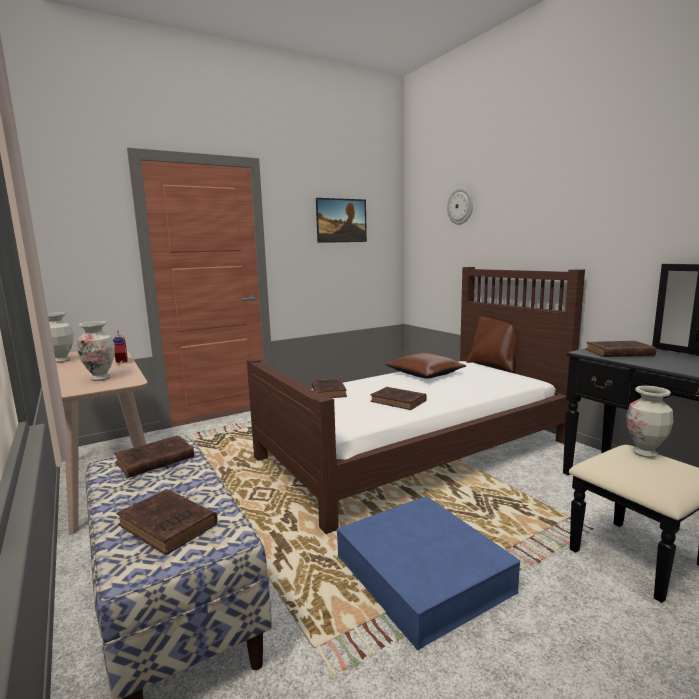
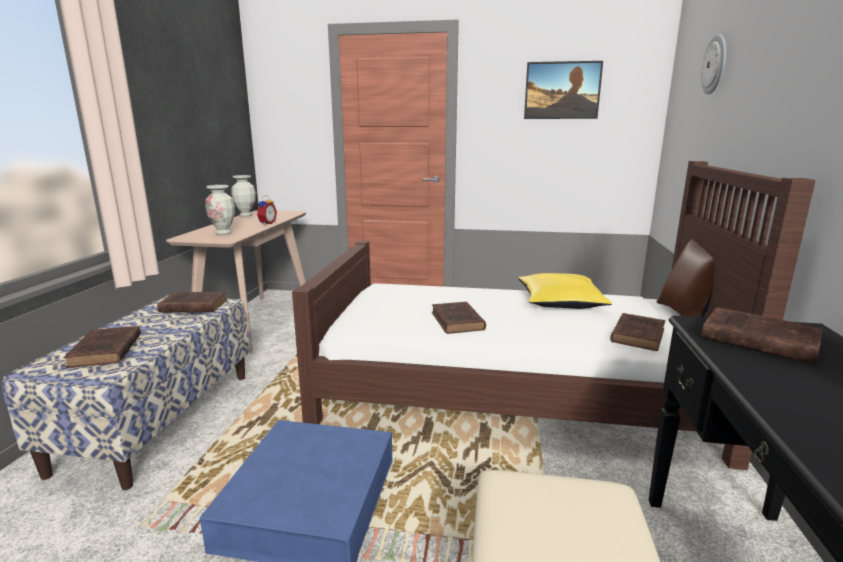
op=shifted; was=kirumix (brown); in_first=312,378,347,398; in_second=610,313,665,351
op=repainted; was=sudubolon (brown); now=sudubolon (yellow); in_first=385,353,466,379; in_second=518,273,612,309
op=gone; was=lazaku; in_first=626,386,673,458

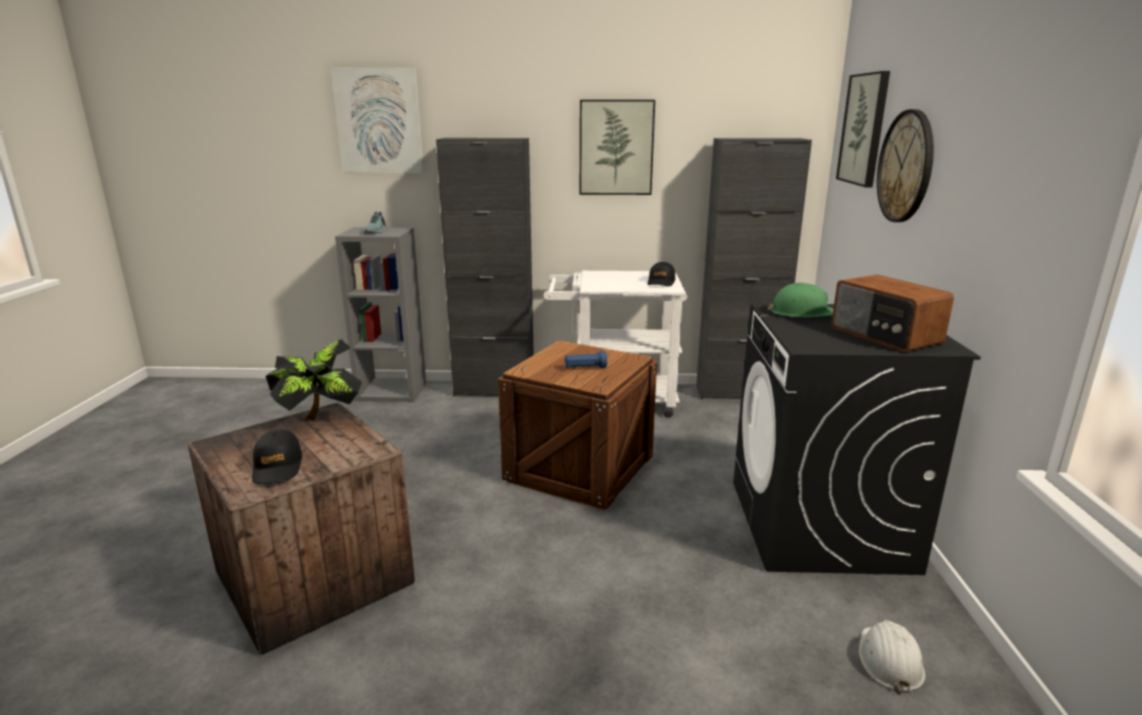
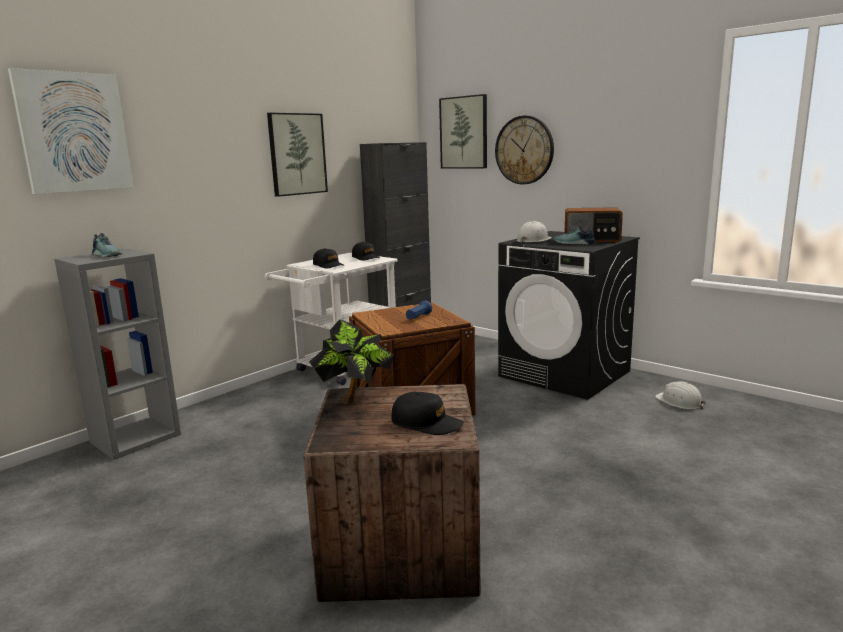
op=gone; was=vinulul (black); in_first=436,138,534,396
op=repainted; was=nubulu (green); now=nubulu (white); in_first=768,283,833,317; in_second=516,221,552,244
op=new; now=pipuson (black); in_second=313,248,344,268
op=new; now=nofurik; in_second=554,226,595,245

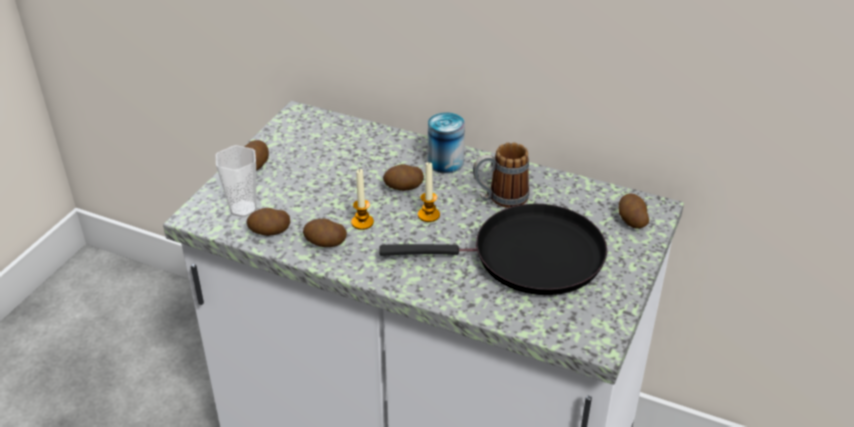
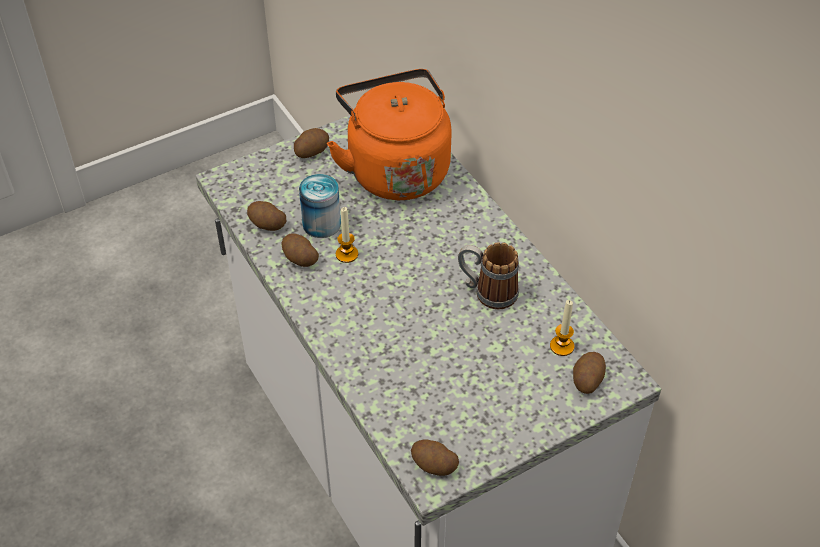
op=gone; was=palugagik; in_first=216,145,257,218
op=gone; was=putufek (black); in_first=379,204,607,295
op=shifted; was=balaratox; in_first=383,164,424,191; in_second=411,440,459,476
op=shifted; was=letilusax; in_first=418,162,440,222; in_second=550,300,574,356
op=shifted; was=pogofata; in_first=428,112,465,173; in_second=299,174,341,238
op=new; now=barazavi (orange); in_second=327,69,452,200

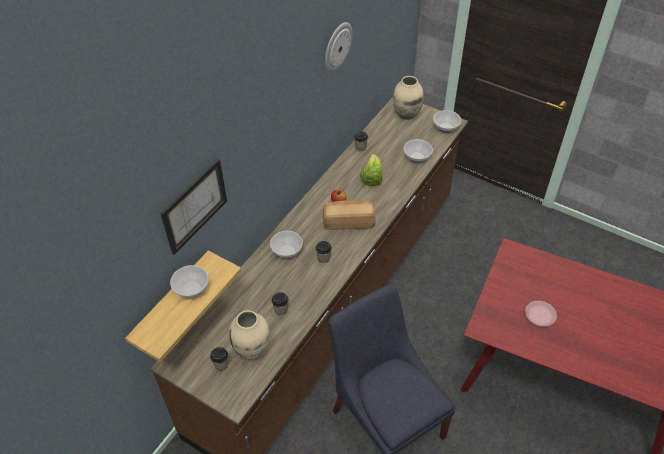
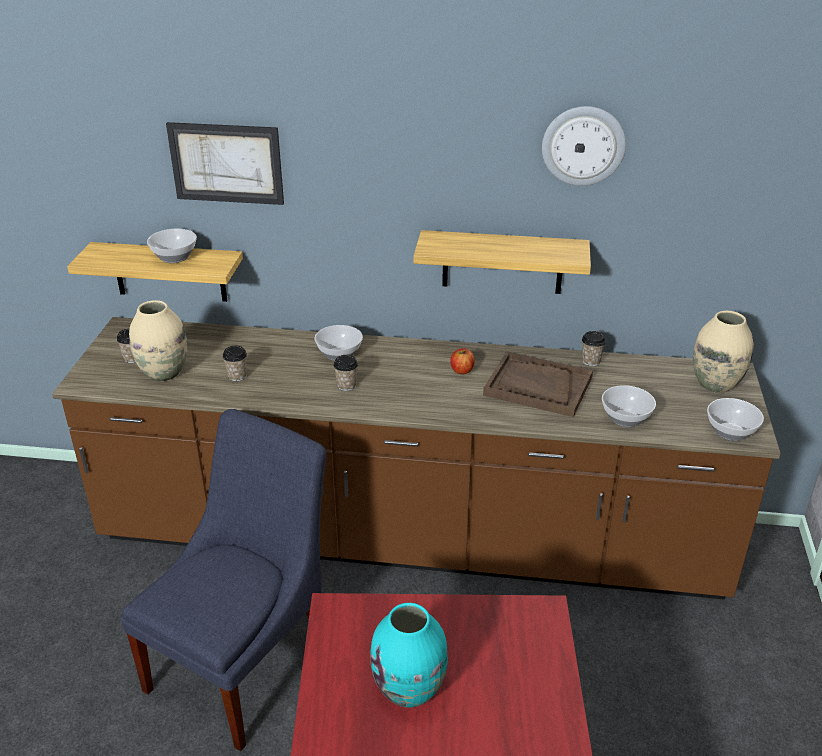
op=gone; was=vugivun; in_first=323,200,376,230
op=swapped; was=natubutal; now=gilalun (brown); in_first=360,154,382,186; in_second=483,351,593,417
op=swapped; was=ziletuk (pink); now=lazaku (turquoise); in_first=525,301,557,327; in_second=370,603,448,708
op=new; now=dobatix; in_second=413,230,591,294

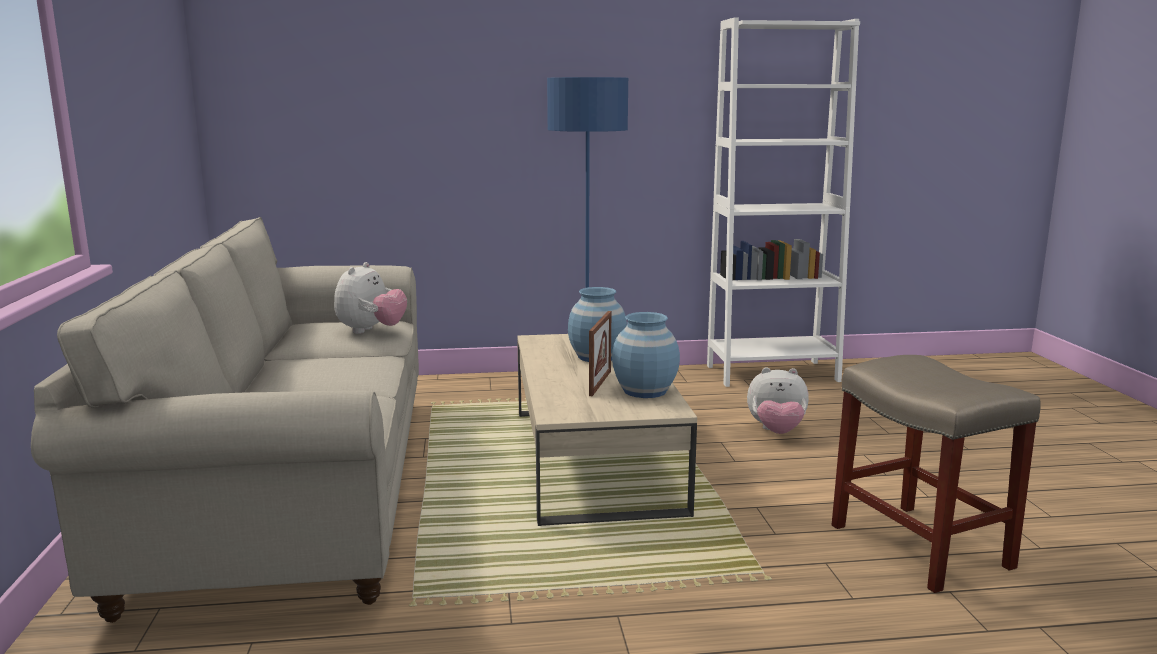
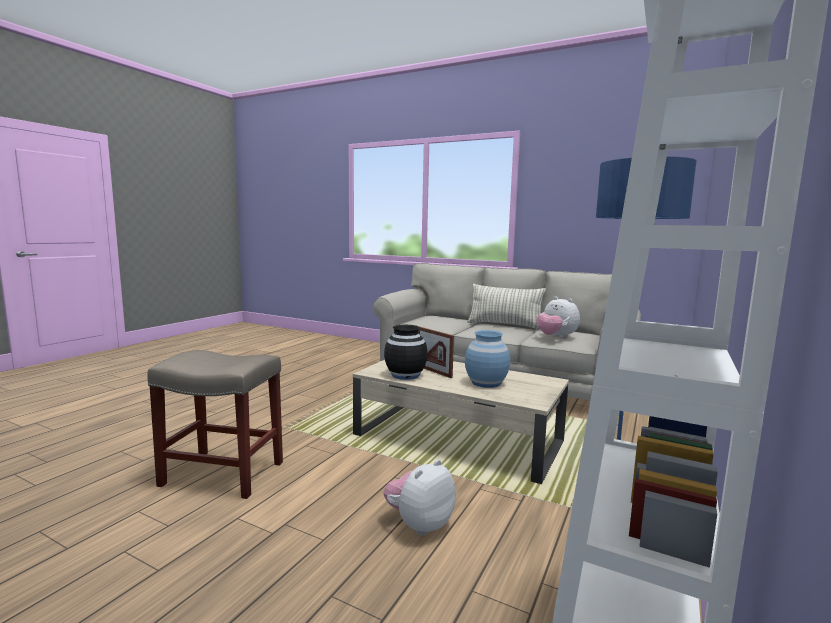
op=repainted; was=lazaku (blue); now=lazaku (black); in_first=612,312,680,398; in_second=384,325,428,380
op=new; now=sudubolon; in_second=468,284,546,330

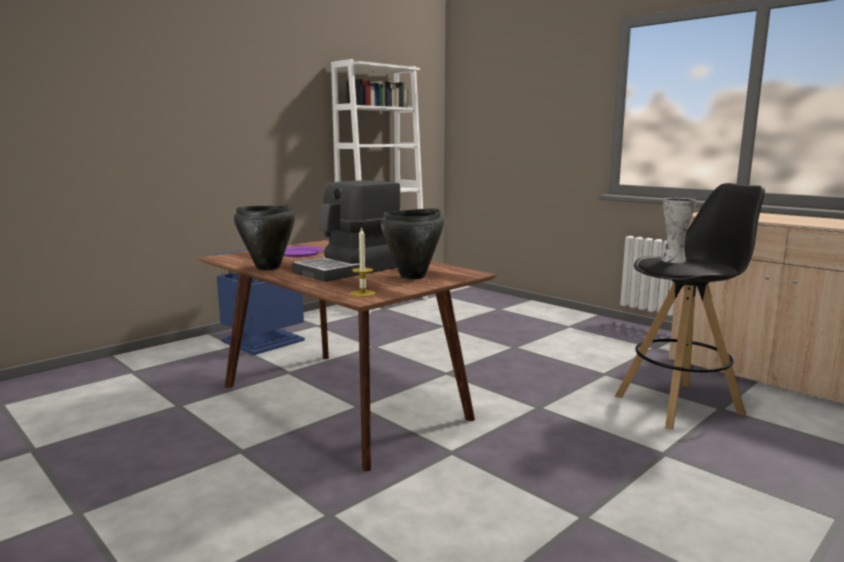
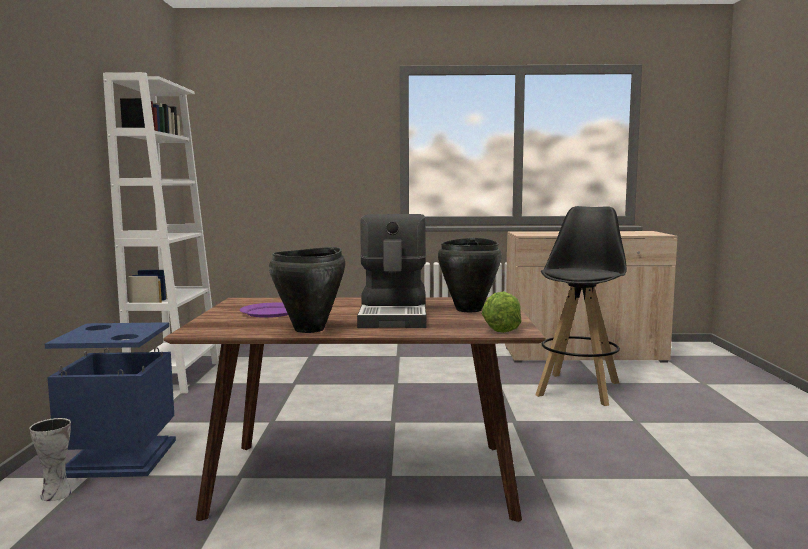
op=swapped; was=letilusax; now=natubutal; in_first=351,227,376,297; in_second=482,291,522,333
op=shifted; was=lazaku; in_first=661,198,696,263; in_second=29,418,72,501

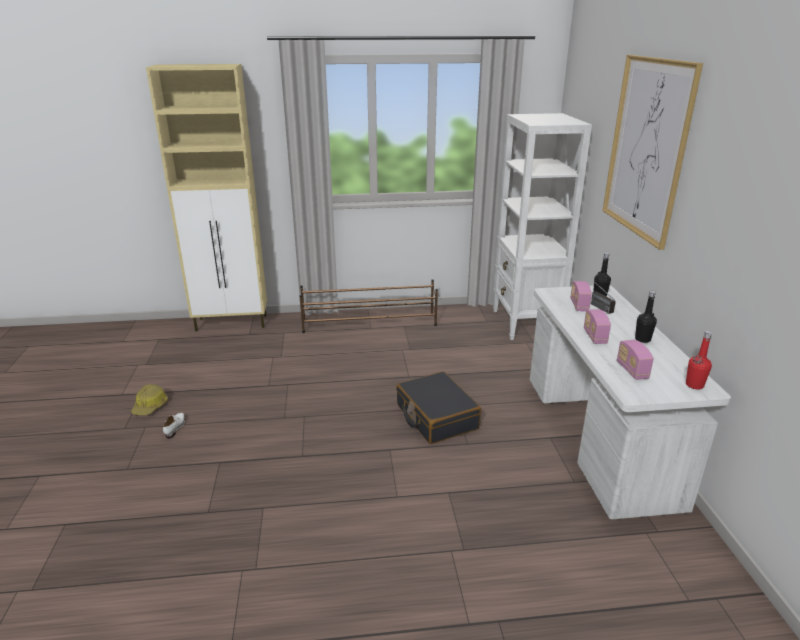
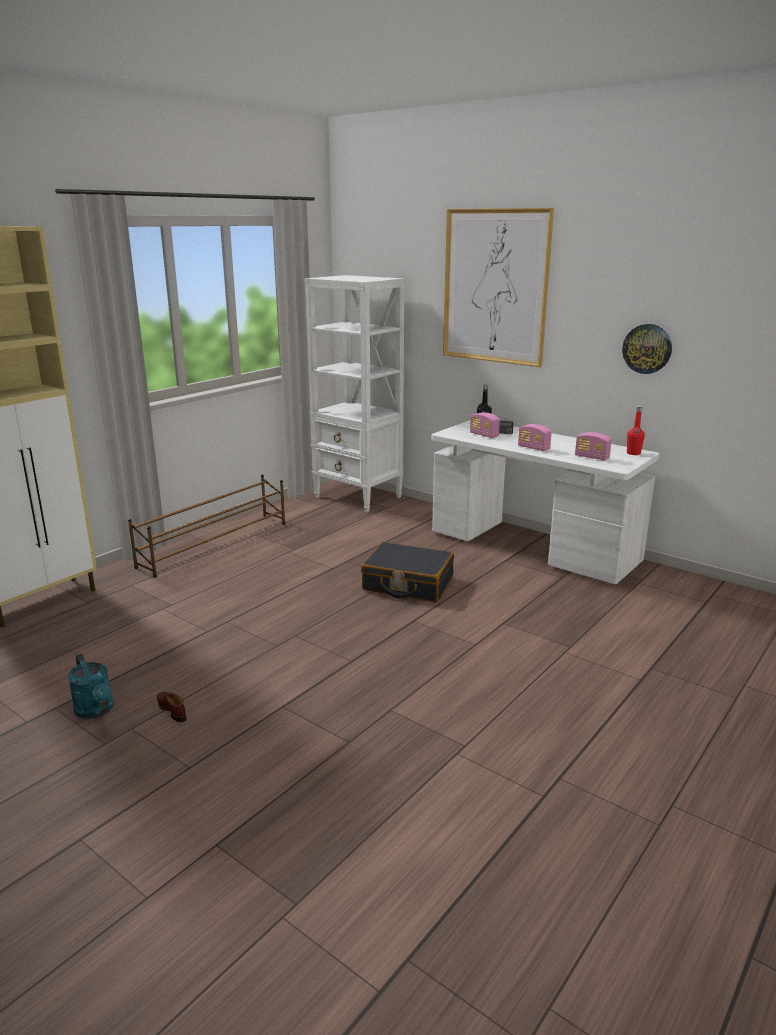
op=swapped; was=nubulu; now=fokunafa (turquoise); in_first=131,384,168,415; in_second=68,653,114,719
op=repainted; was=nofurik (white); now=nofurik (brown); in_first=163,413,185,439; in_second=157,692,187,722
op=gone; was=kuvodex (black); in_first=635,291,657,343
op=new; now=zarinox; in_second=622,324,672,374

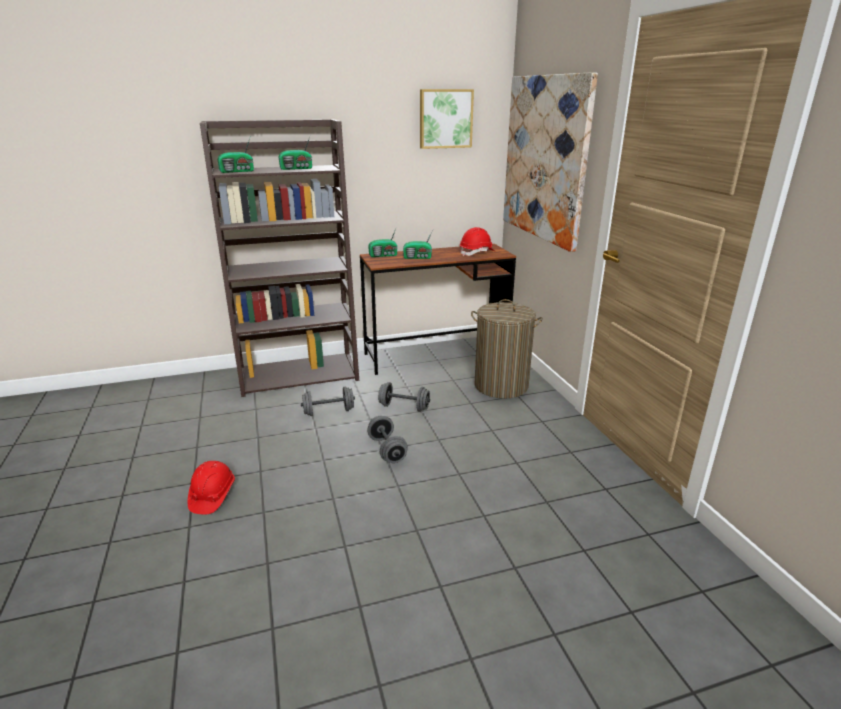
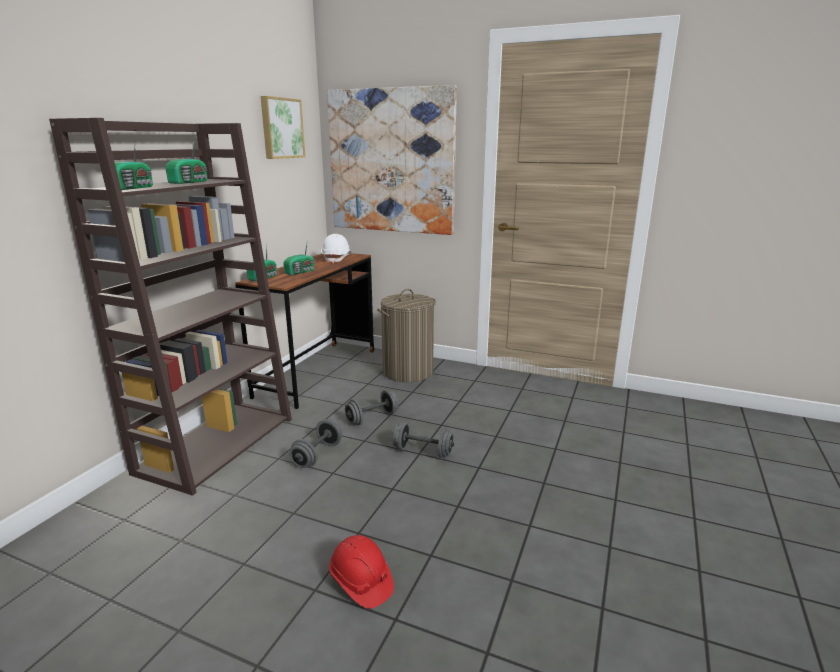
op=repainted; was=nubulu (red); now=nubulu (white); in_first=460,227,495,256; in_second=321,234,351,263

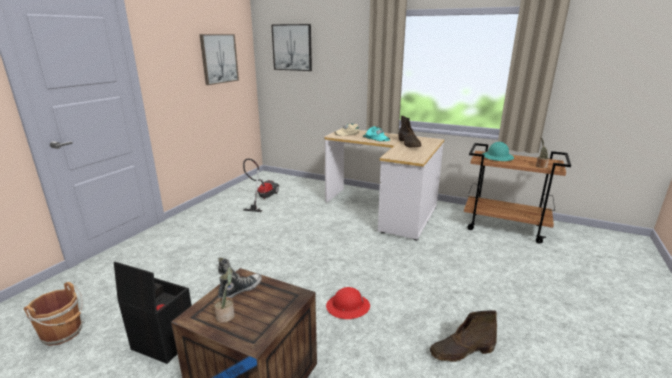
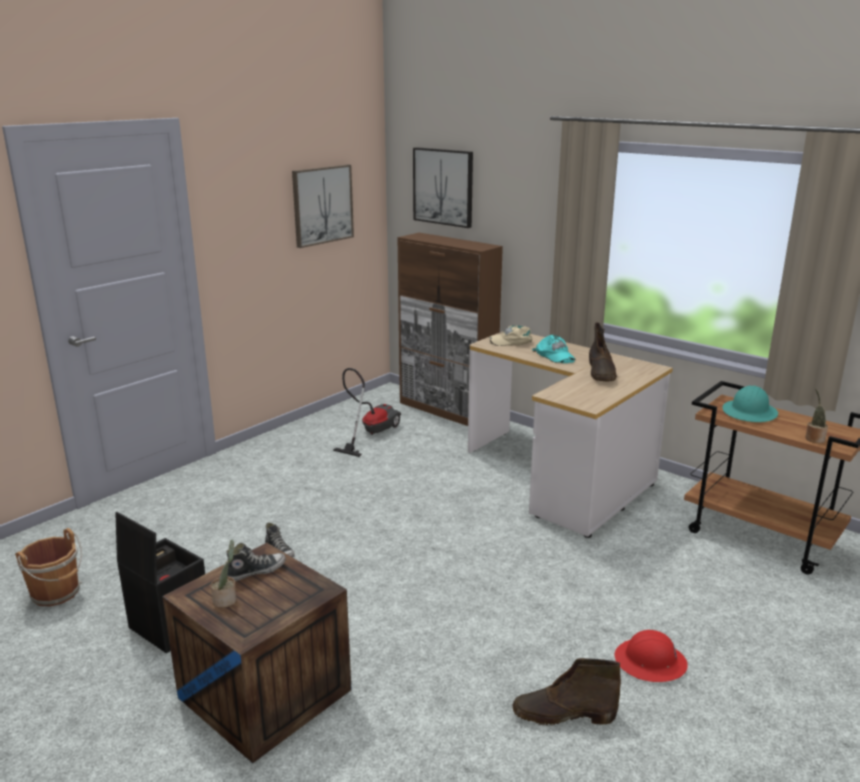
op=shifted; was=nubulu (red); in_first=326,287,370,319; in_second=614,630,688,682
op=new; now=vinulul (brown); in_second=397,233,503,426

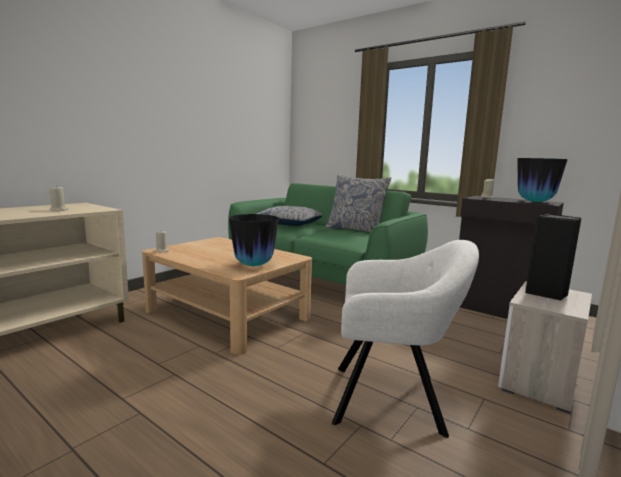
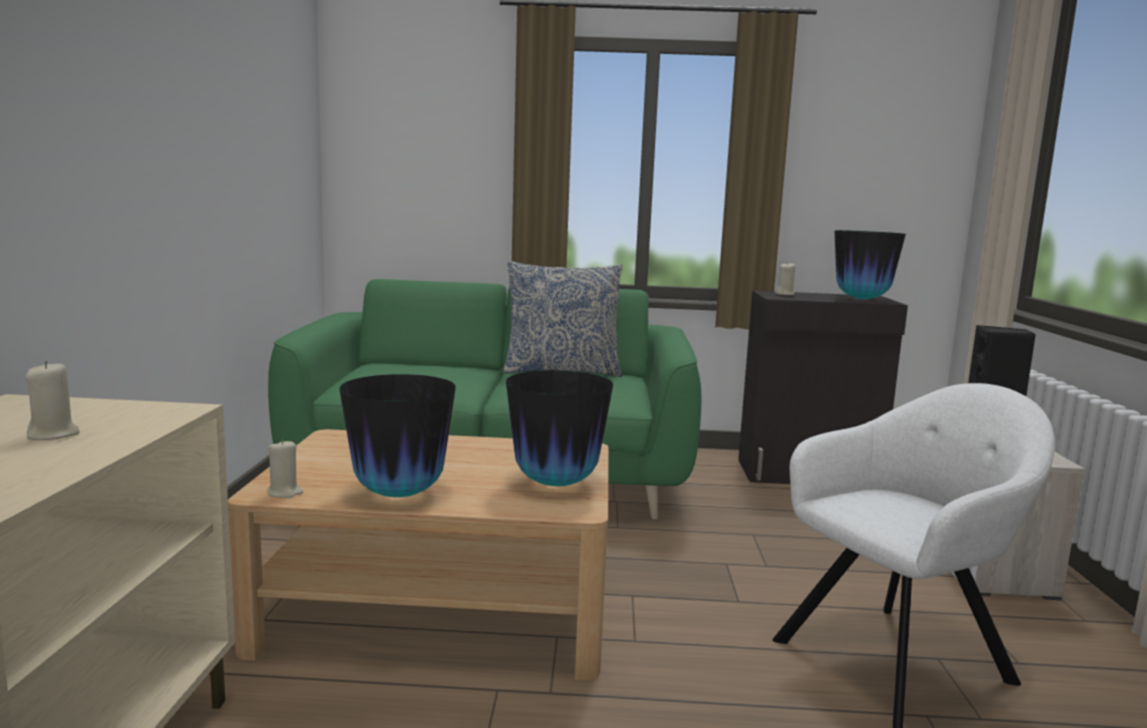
op=gone; was=sudubolon; in_first=256,206,322,226
op=new; now=lazaku; in_second=339,374,456,497

